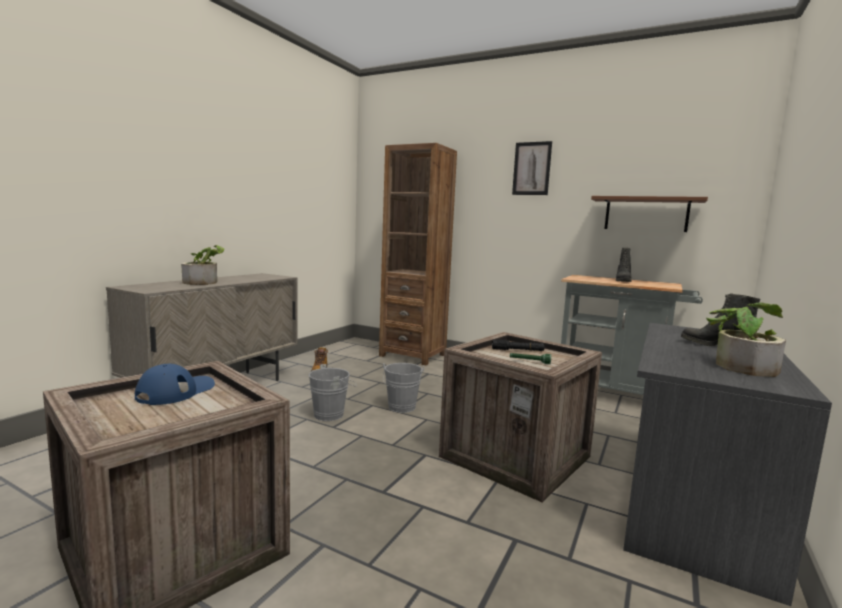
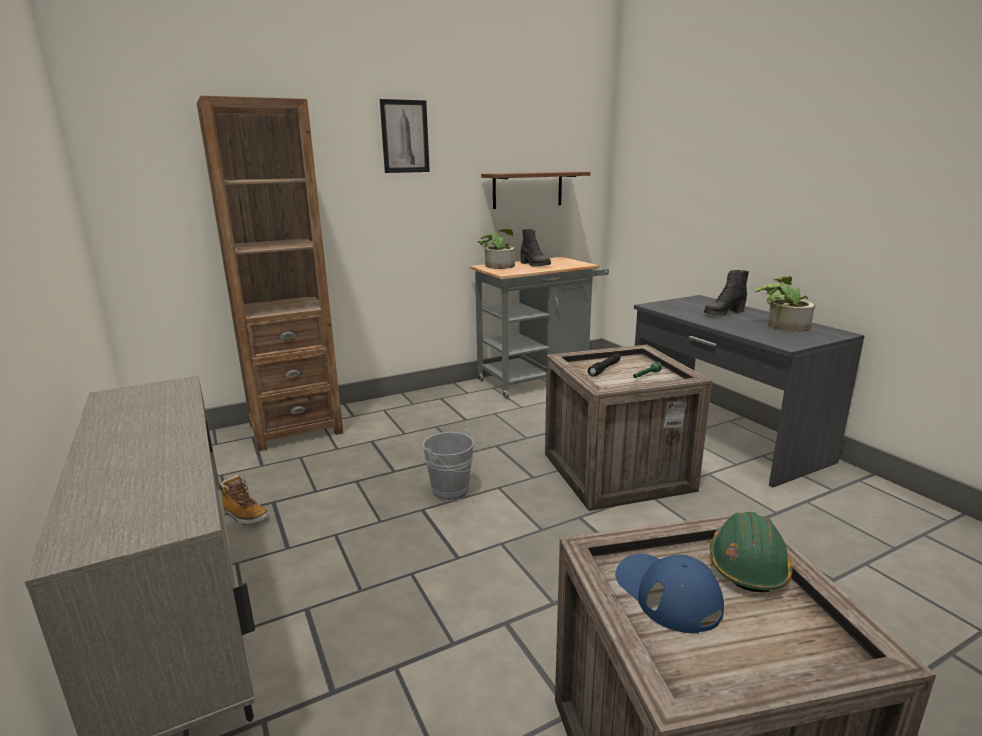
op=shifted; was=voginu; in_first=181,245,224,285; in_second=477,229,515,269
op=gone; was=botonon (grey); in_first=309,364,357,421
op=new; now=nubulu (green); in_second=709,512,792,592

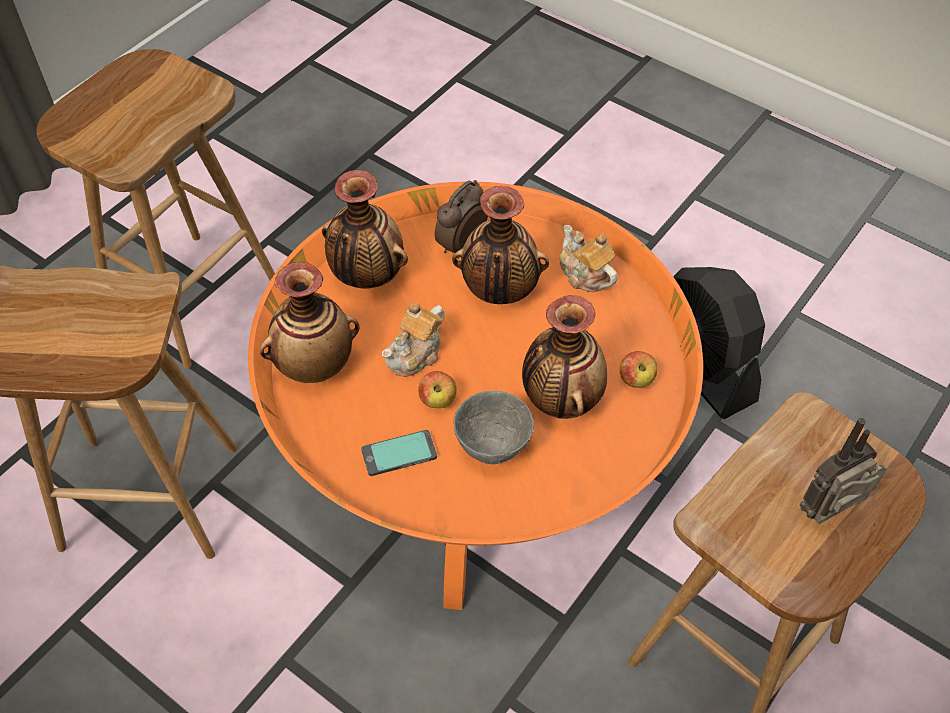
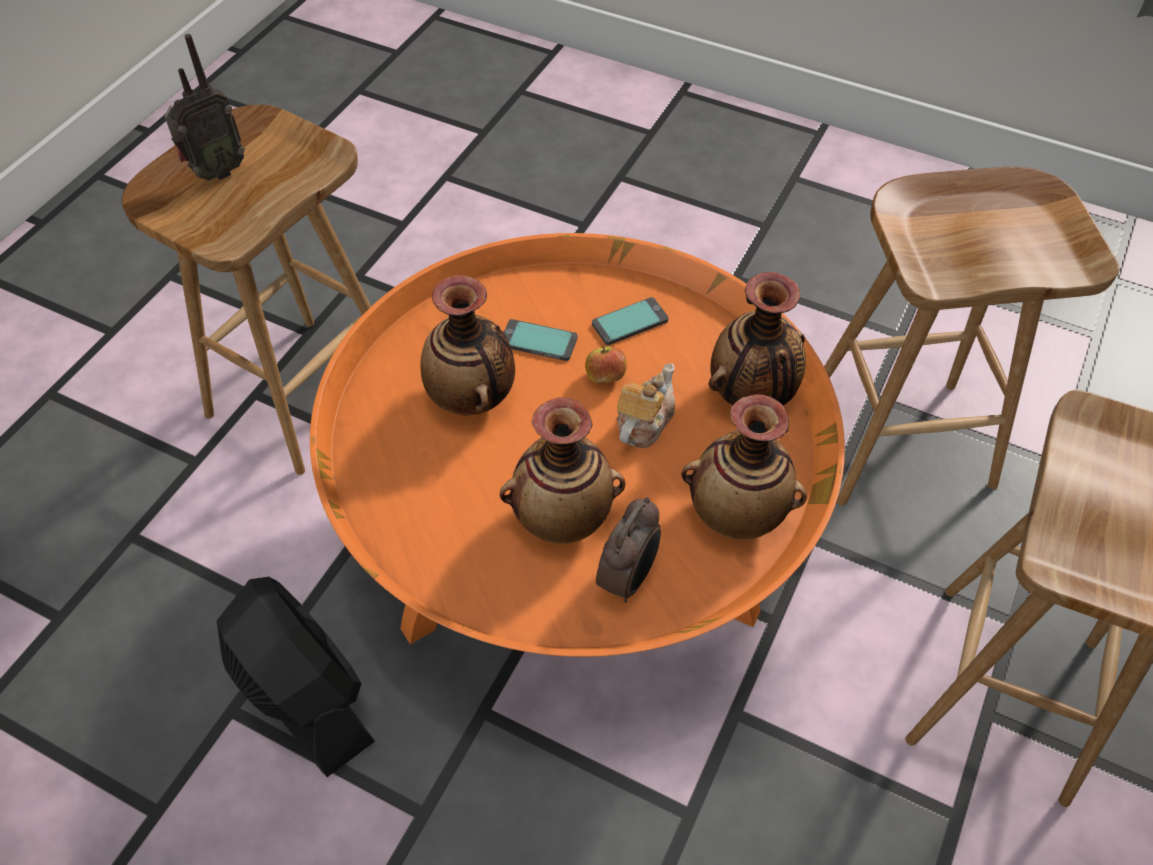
op=swapped; was=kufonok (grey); now=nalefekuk; in_first=454,391,534,464; in_second=504,319,578,361
op=gone; was=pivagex; in_first=560,225,617,292
op=gone; was=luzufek; in_first=620,351,658,388

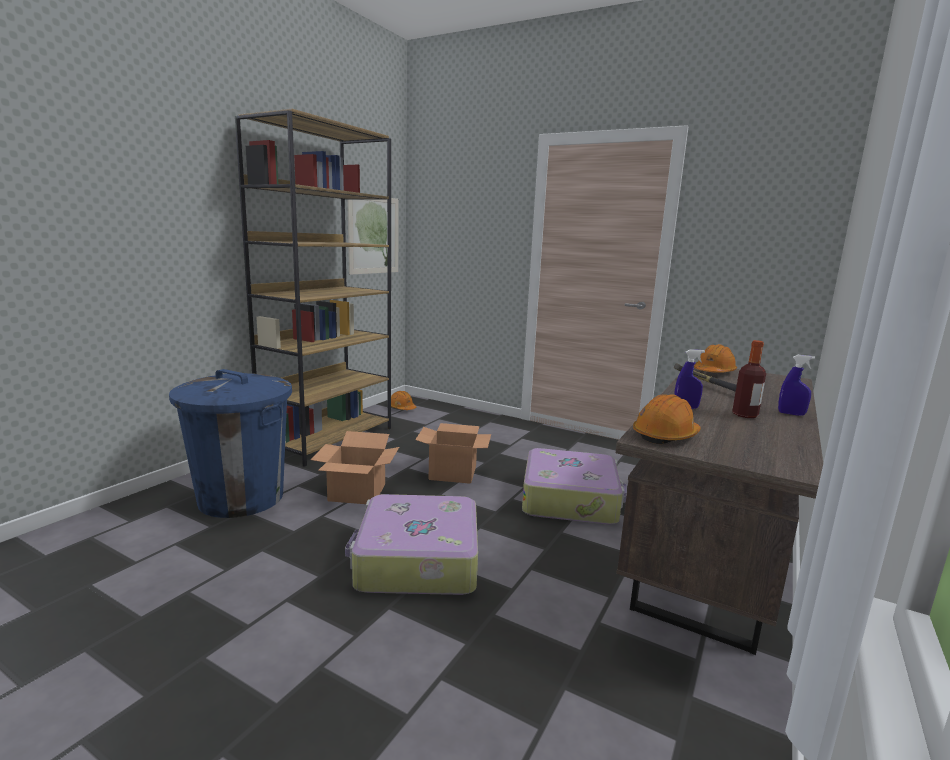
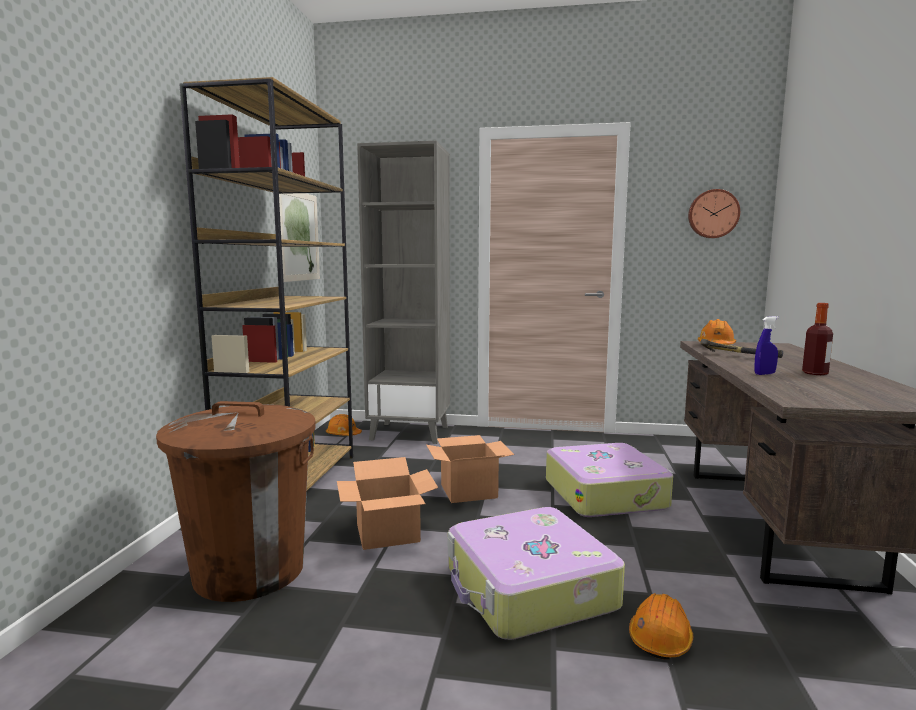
op=repainted; was=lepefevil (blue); now=lepefevil (brown); in_first=169,369,292,518; in_second=156,401,316,602
op=shifted; was=nubulu (orange); in_first=633,394,701,444; in_second=629,593,694,660
op=gone; was=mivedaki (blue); in_first=778,355,815,416
op=new; now=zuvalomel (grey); in_second=357,141,450,444
op=new; now=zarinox; in_second=688,189,740,238

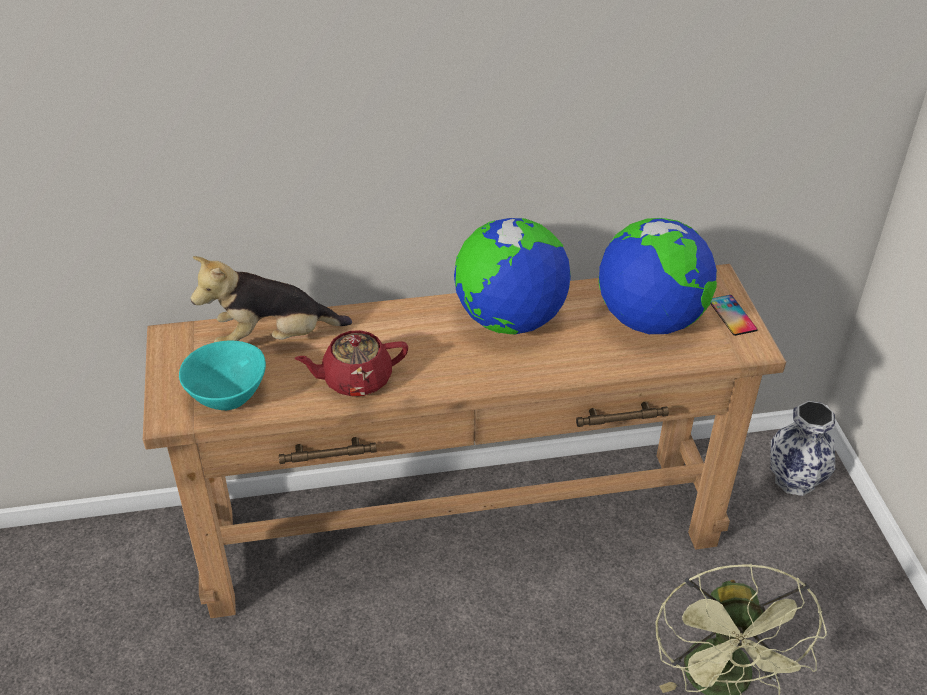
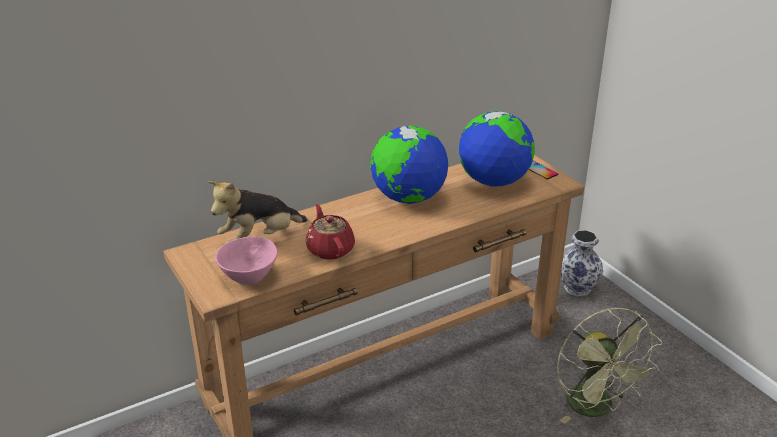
op=repainted; was=kufonok (turquoise); now=kufonok (pink); in_first=179,341,266,410; in_second=215,237,277,285
op=rotated; was=pivagex (red); in_first=294,330,408,397; in_second=306,204,355,260; clockwise=105

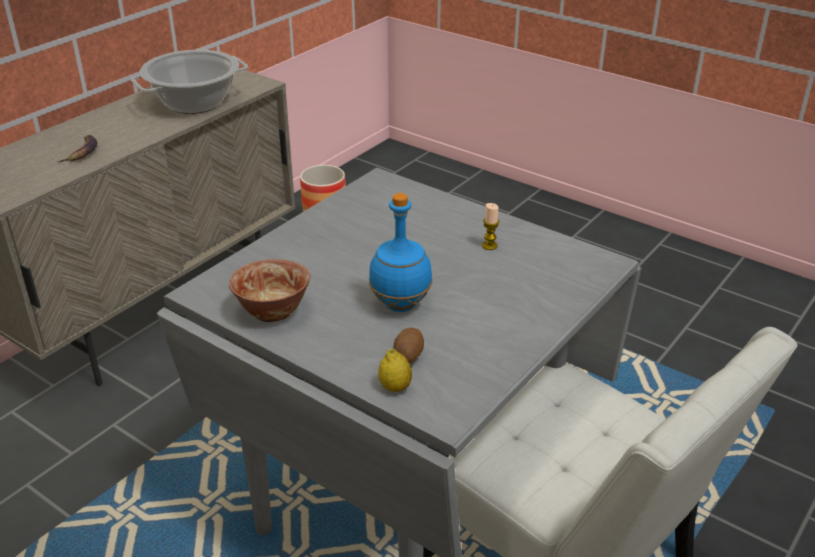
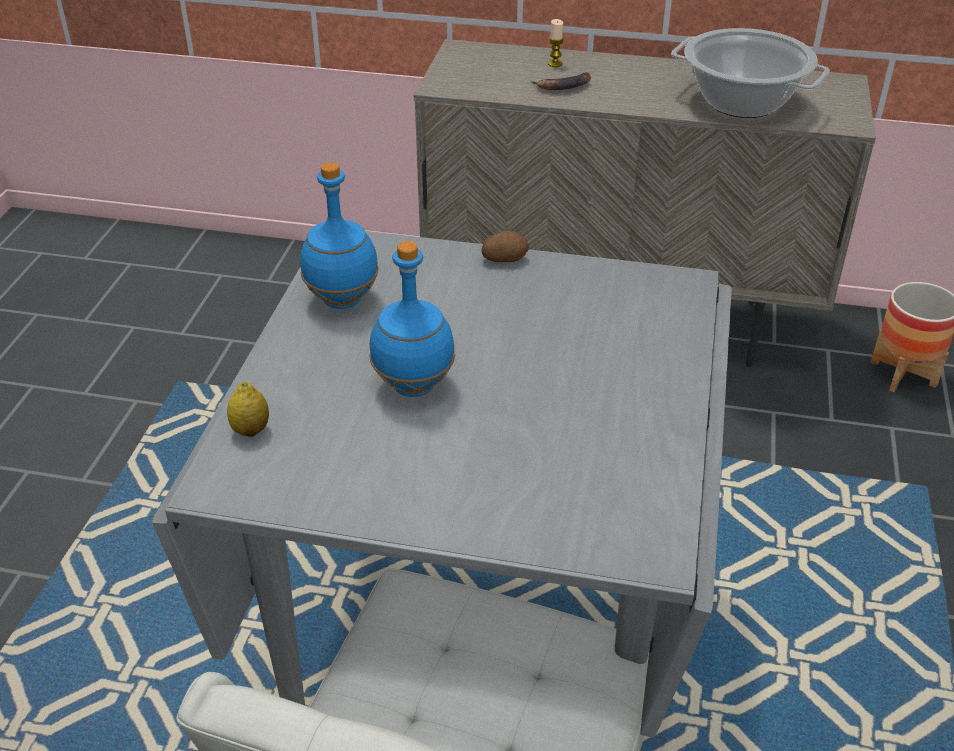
op=swapped; was=kufonok; now=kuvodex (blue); in_first=229,259,310,322; in_second=300,162,379,309
op=shifted; was=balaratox; in_first=394,328,424,363; in_second=481,231,529,262
op=shifted; was=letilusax; in_first=482,203,499,250; in_second=548,19,564,67

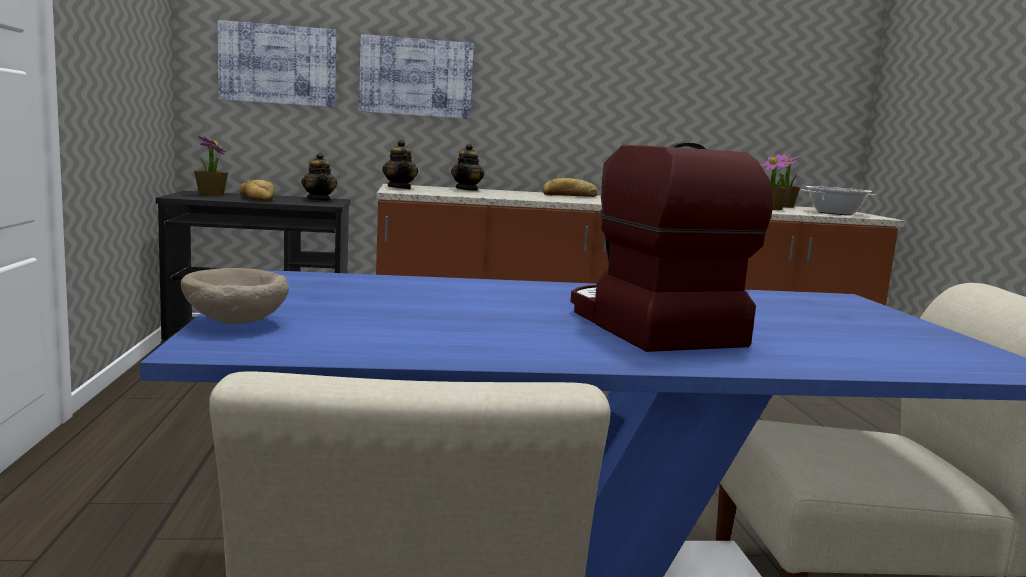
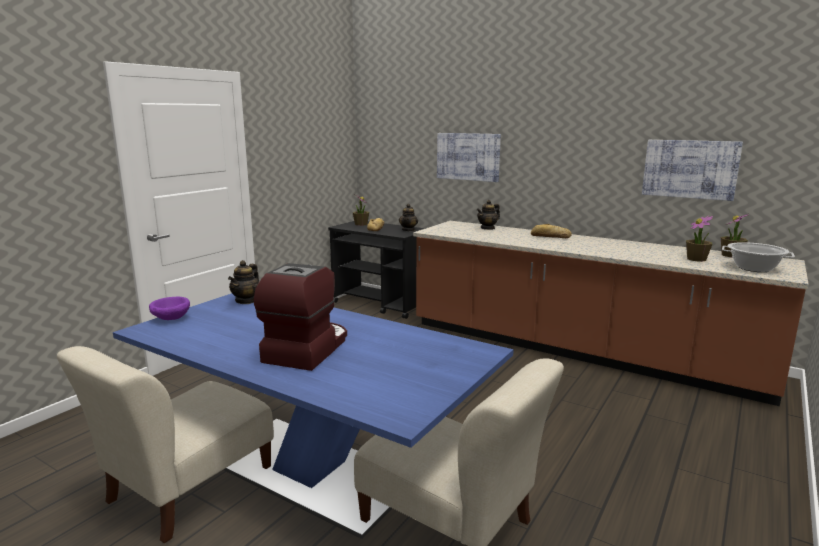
op=repainted; was=kufonok (beige); now=kufonok (purple); in_first=181,268,289,324; in_second=149,297,190,320
op=shifted; was=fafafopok; in_first=218,20,336,107; in_second=642,140,743,201
op=shifted; was=pivagex; in_first=382,140,418,189; in_second=228,260,259,304

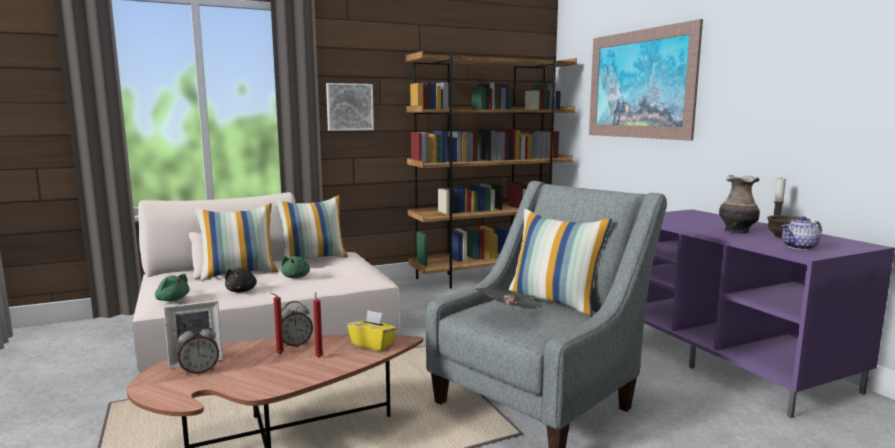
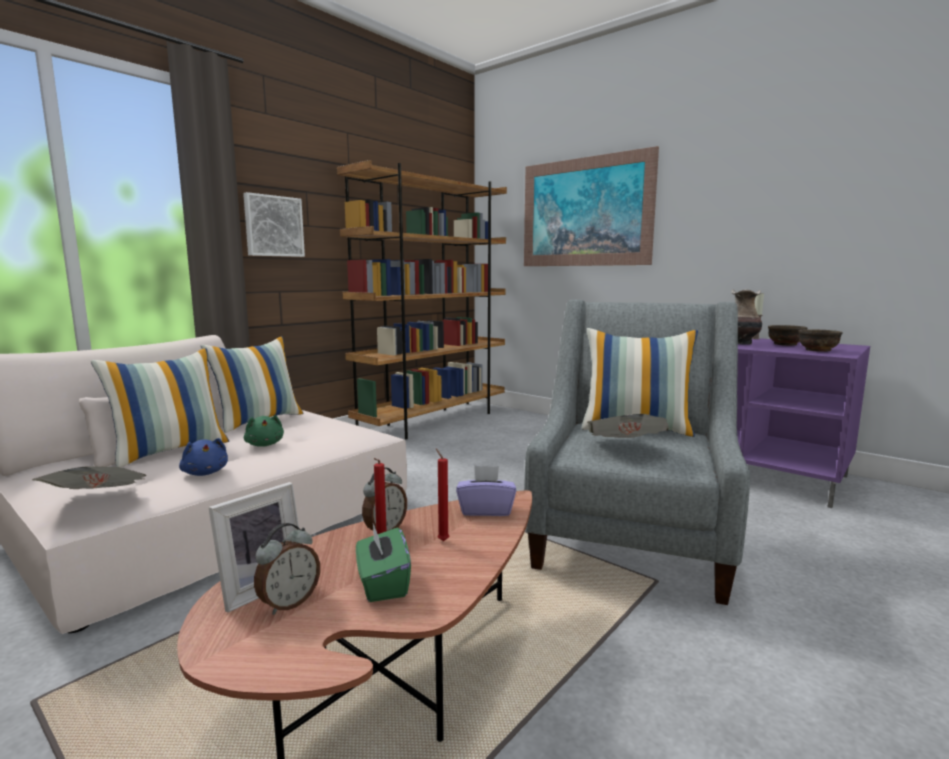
op=swapped; was=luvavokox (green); now=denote; in_first=155,273,189,301; in_second=32,466,146,489
op=repainted; was=luvavokox (black); now=luvavokox (blue); in_first=225,268,257,293; in_second=179,438,228,476
op=repainted; was=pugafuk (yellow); now=pugafuk (purple); in_first=347,310,397,351; in_second=456,465,516,516
op=swapped; was=pivagex; now=kufonok (brown); in_first=781,216,822,250; in_second=798,329,843,352
op=new; now=pugafuk (green); in_second=356,524,411,602

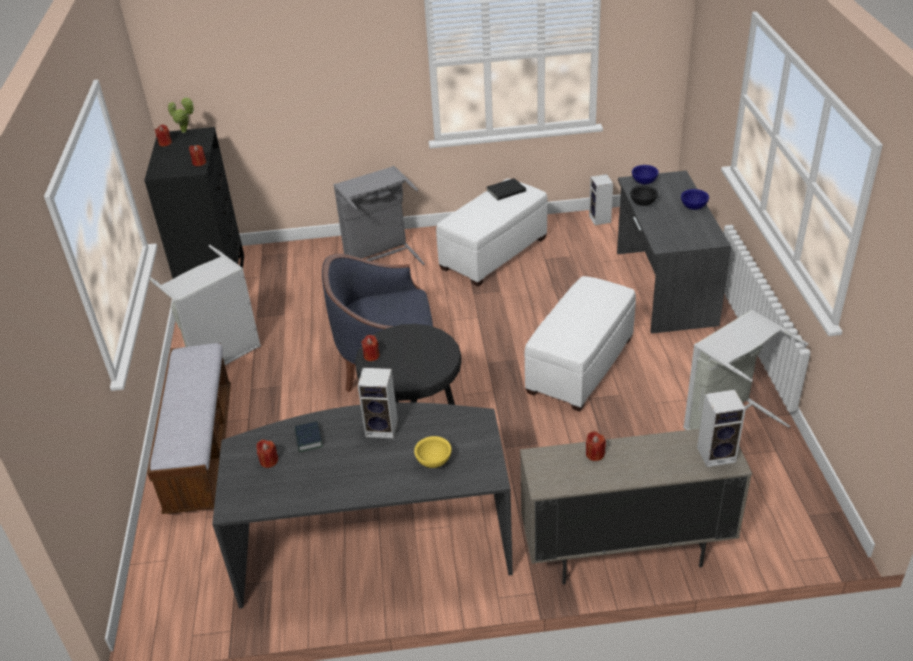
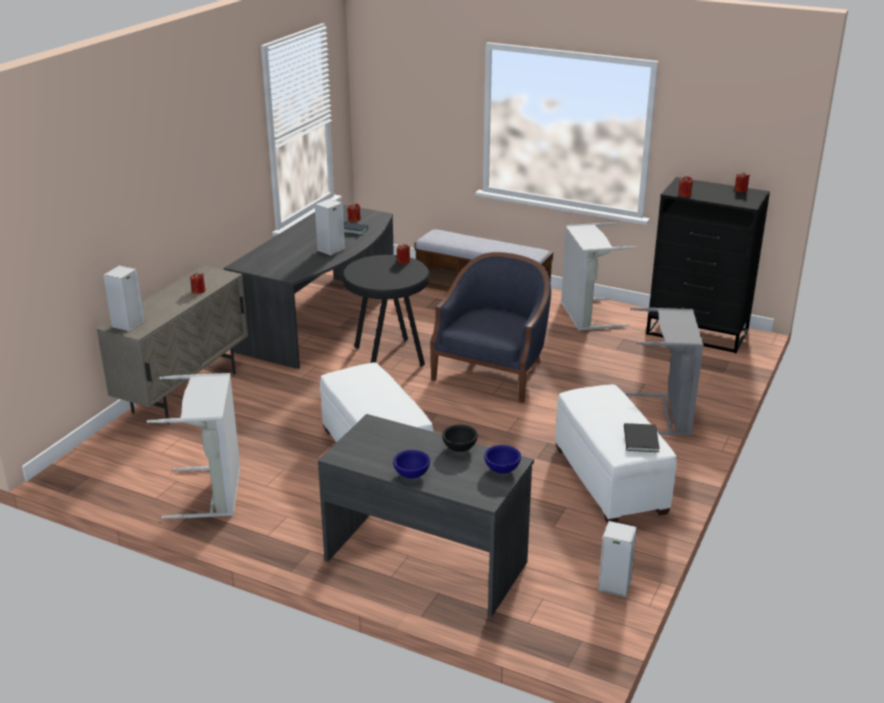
op=gone; was=voginu; in_first=168,96,194,133
op=gone; was=kufonok (yellow); in_first=414,436,452,468

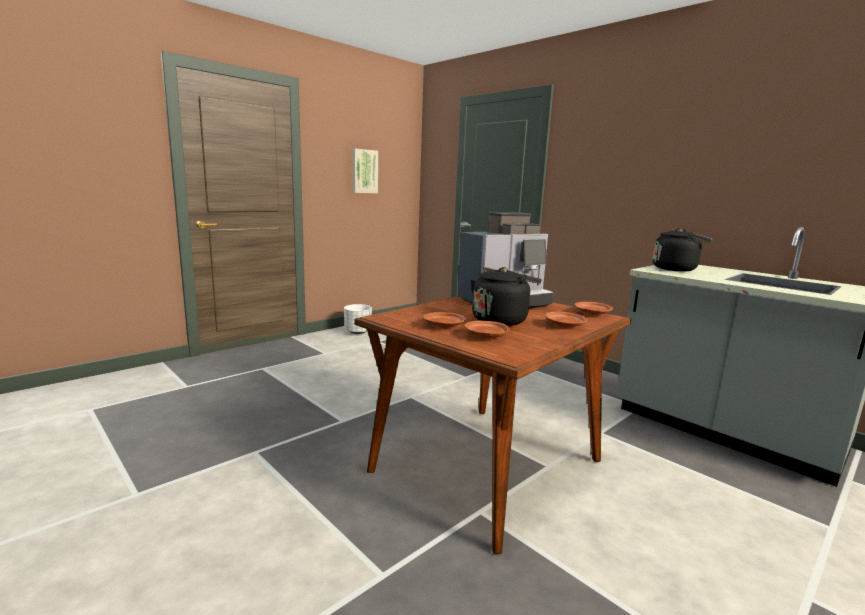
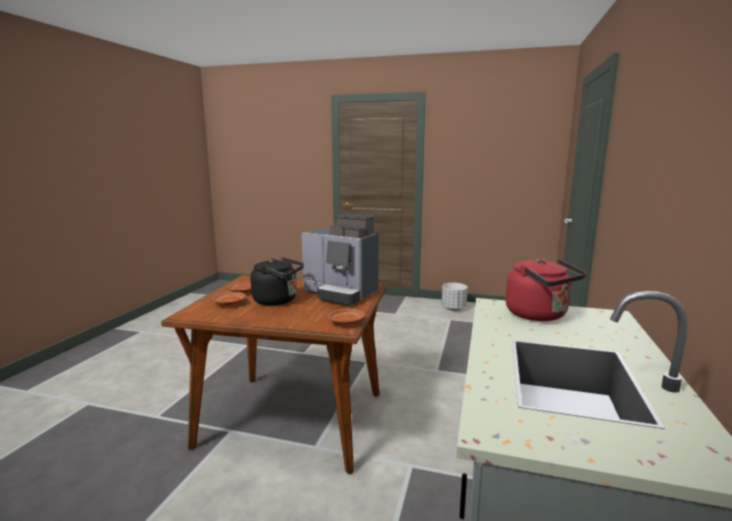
op=gone; was=fafafopok; in_first=353,148,378,193
op=gone; was=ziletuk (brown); in_first=545,312,588,328
op=repainted; was=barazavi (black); now=barazavi (red); in_first=653,228,713,272; in_second=505,258,586,321

